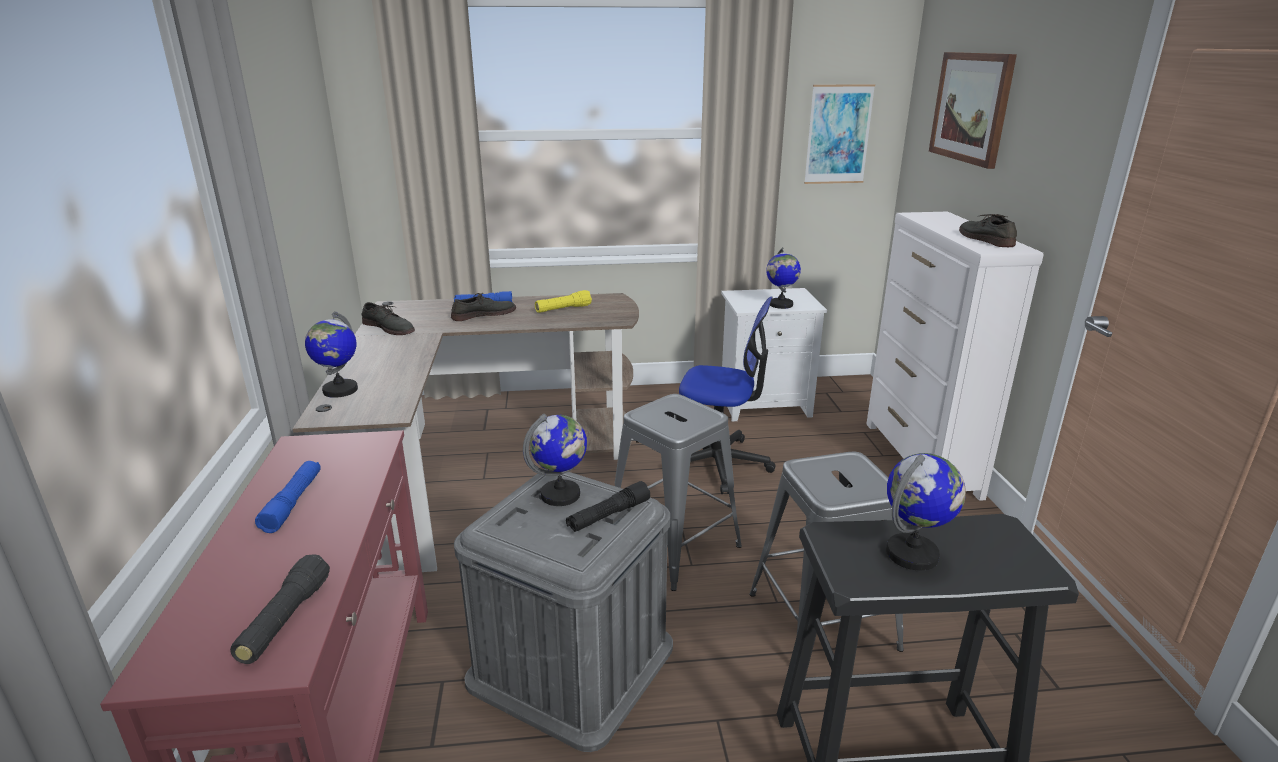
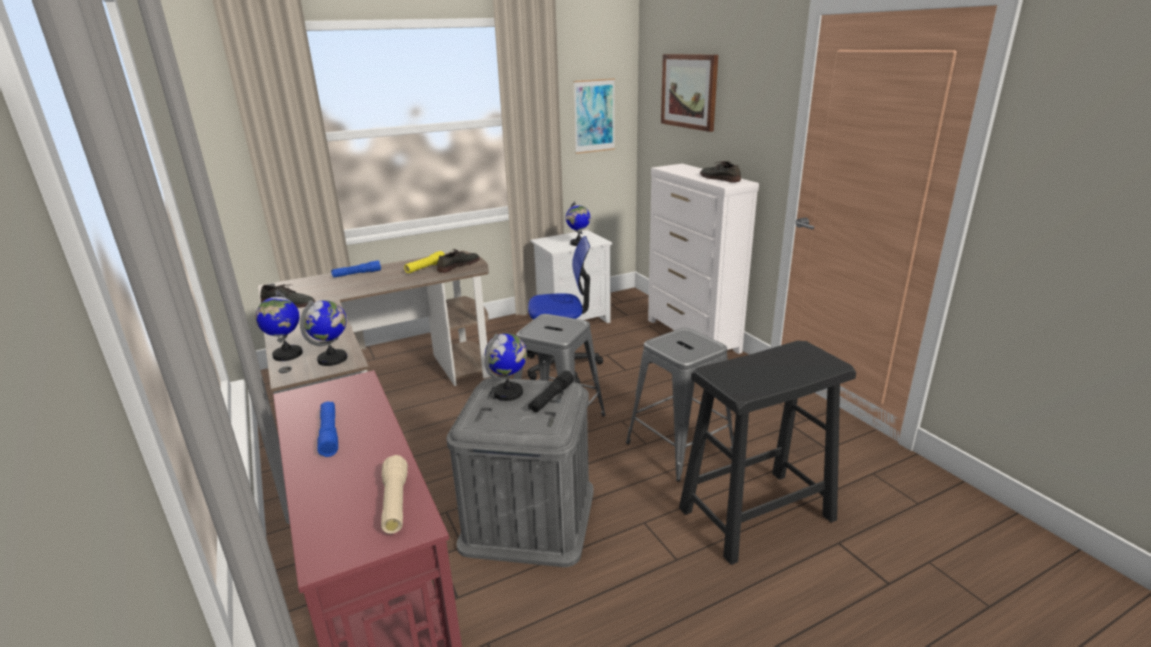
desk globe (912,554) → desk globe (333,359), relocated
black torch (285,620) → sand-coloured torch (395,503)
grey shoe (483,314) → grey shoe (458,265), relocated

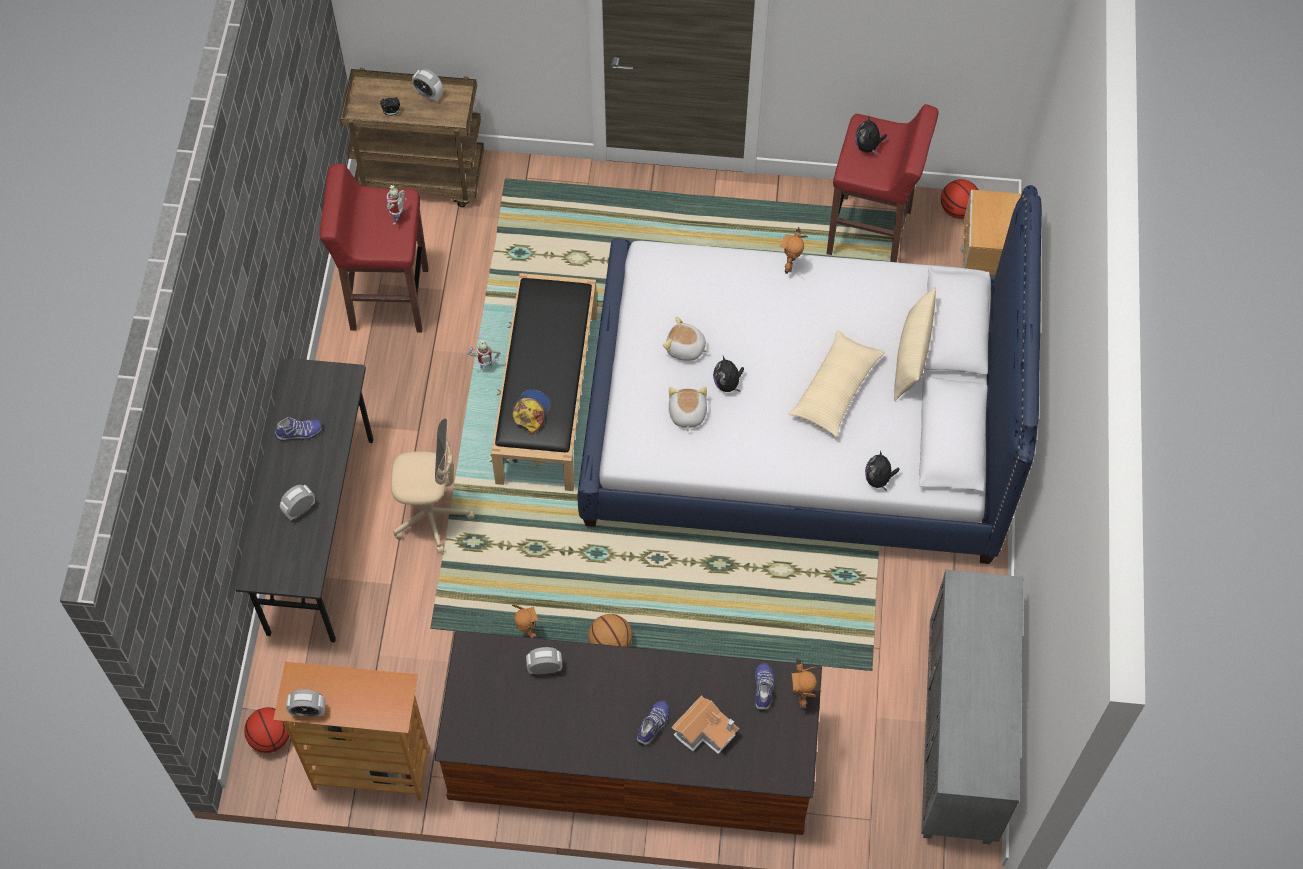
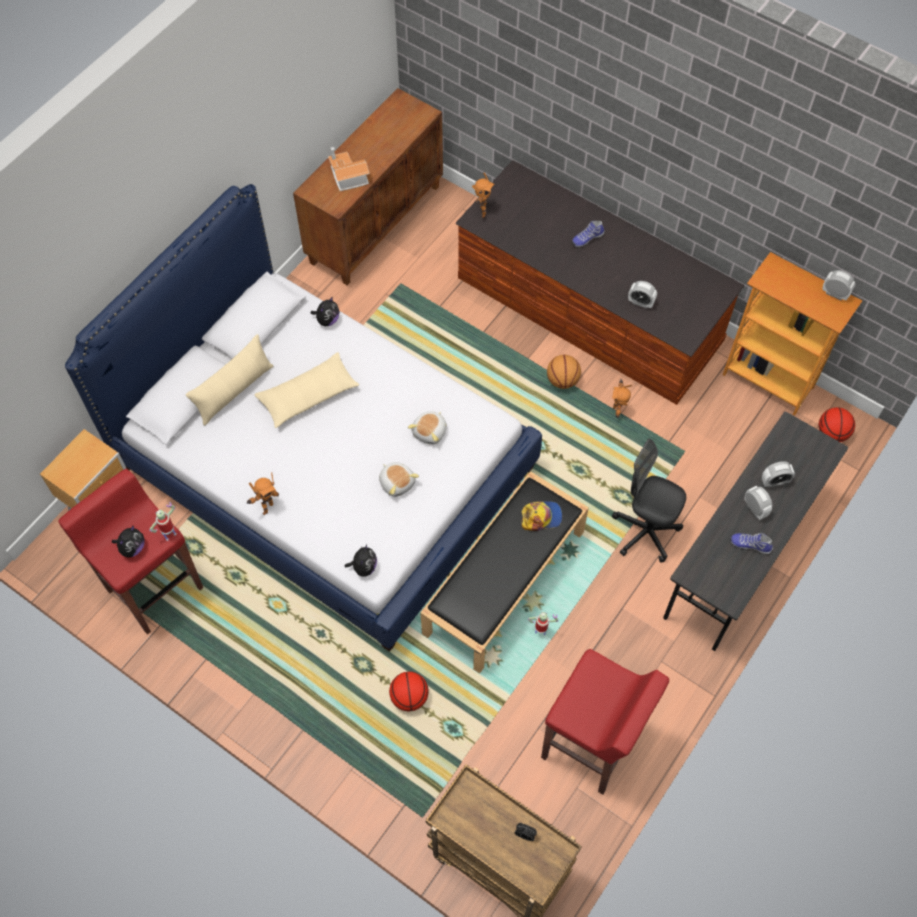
robot figure (398,220) → robot figure (170,535), relocated
grey cabinet (961,738) → brownish cabinet (375,223)
miniature house (706,731) → miniature house (347,177), relocated
plush toy (727,384) → plush toy (363,567), relocated
basketball ball (958,210) → basketball ball (409,697), relocated
cap (531,412) → cap (541,517), 150 degrees counterclockwise
sand-coloured desk chair (431,516) → black desk chair (645,532)
table clock (429,95) → table clock (754,509), relocated
shoe (764,689) → -

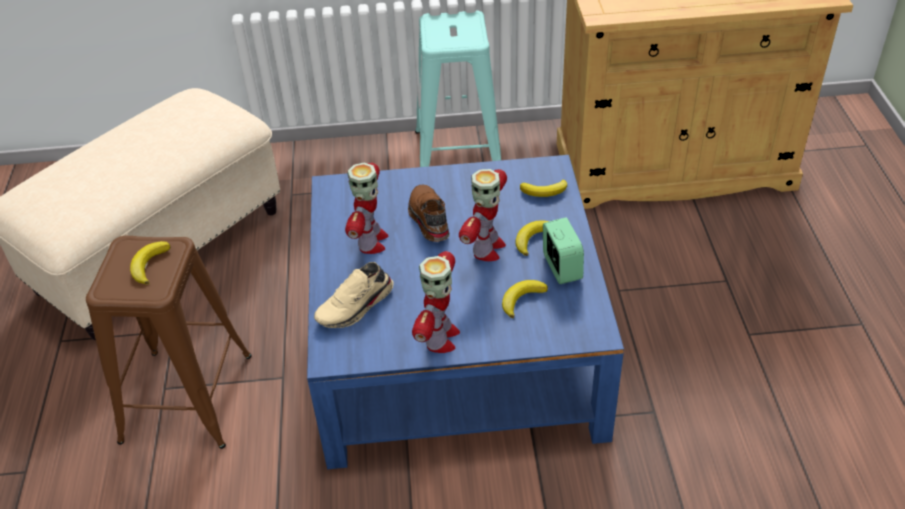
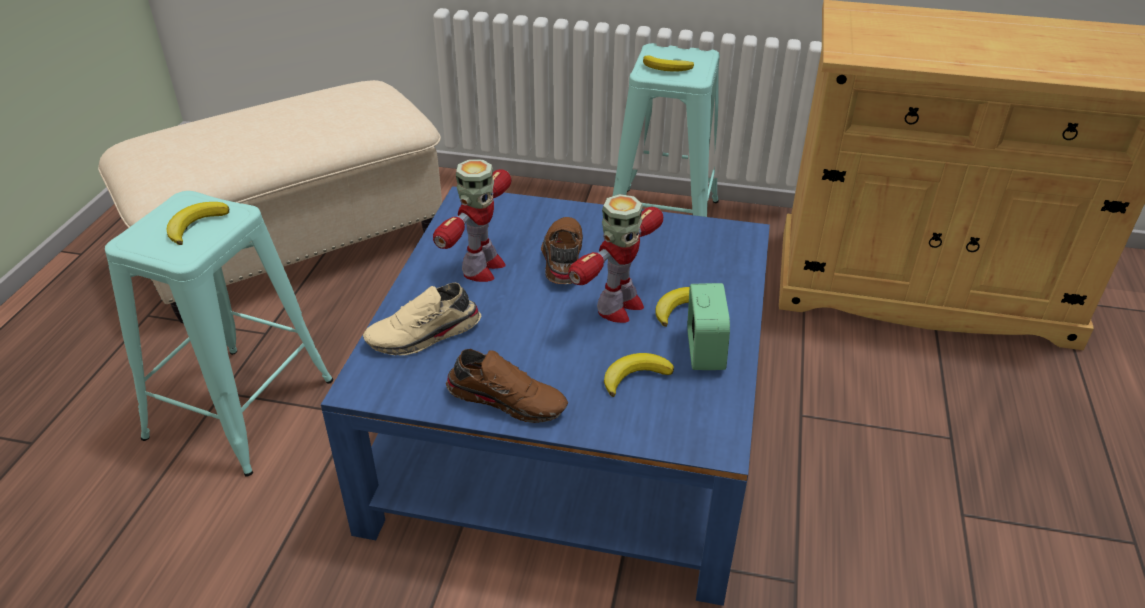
brownish sitting stool (187,397) → blue-green sitting stool (240,408)
robot figure (441,338) → brownish shoe (508,399)
banana fruit (545,191) → banana fruit (668,68), relocated

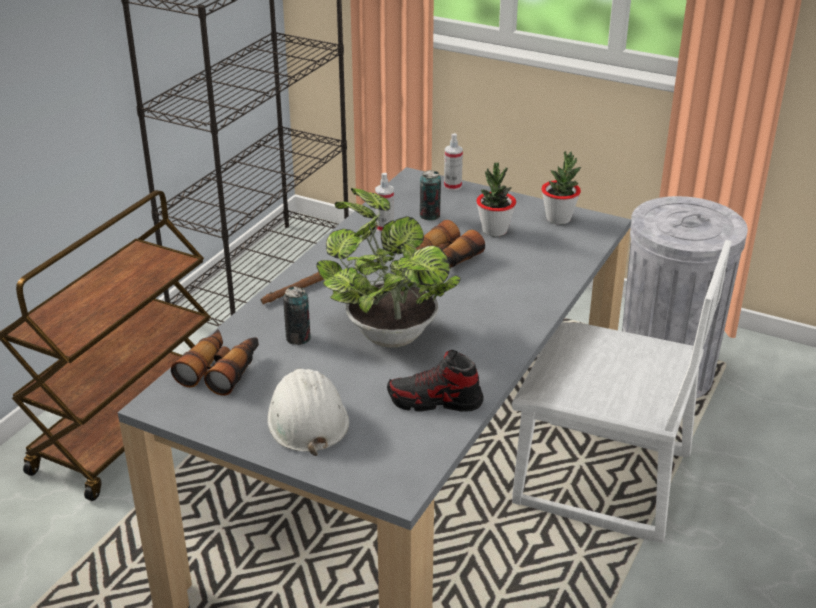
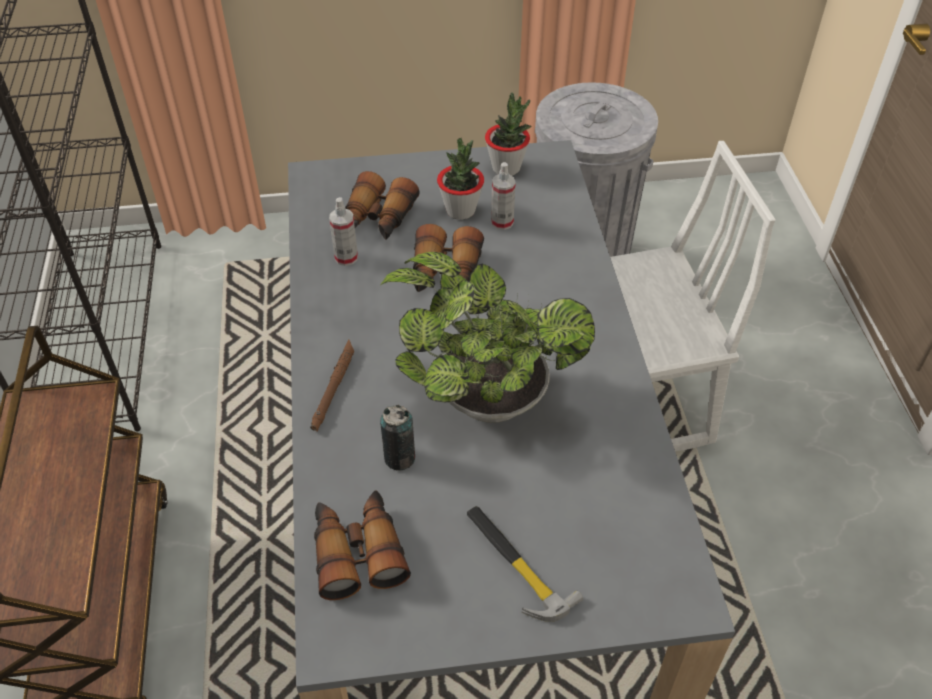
can (429,216) → pair of binoculars (377,219)
white safety helmet (306,419) → hand hammer (514,564)
hand sprayer (452,186) → hand sprayer (502,222), relocated
shoe (435,401) → -

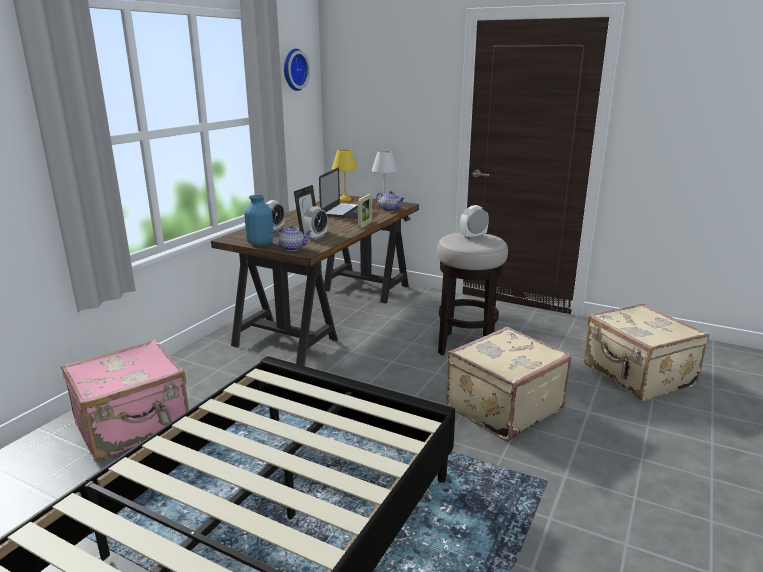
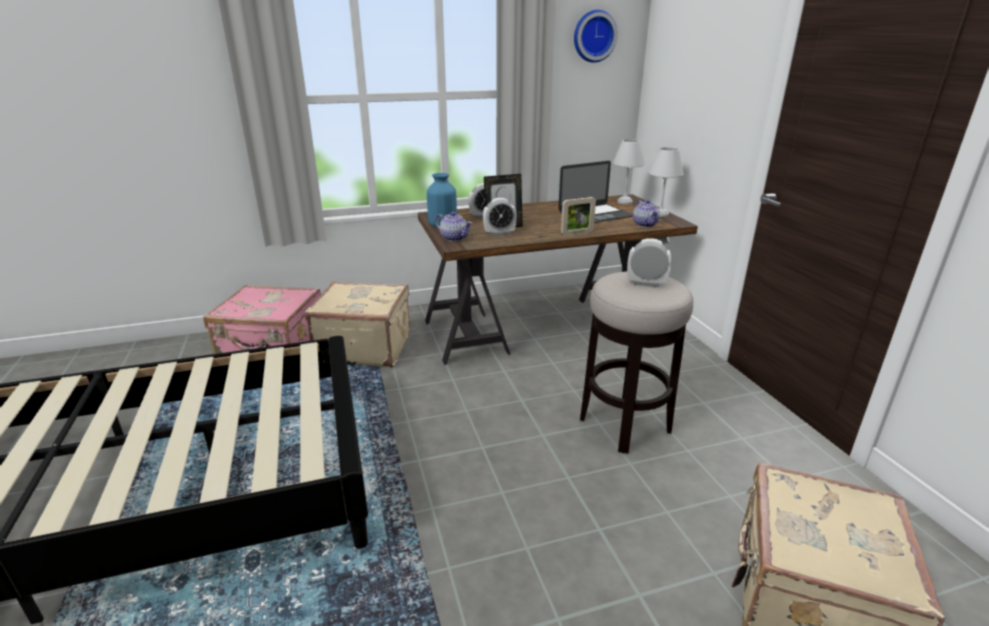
sand-coloured piece of luggage (502,407) → sand-coloured piece of luggage (364,347), relocated
yellow-coloured tabletop lamp (345,199) → white tabletop lamp (625,202)

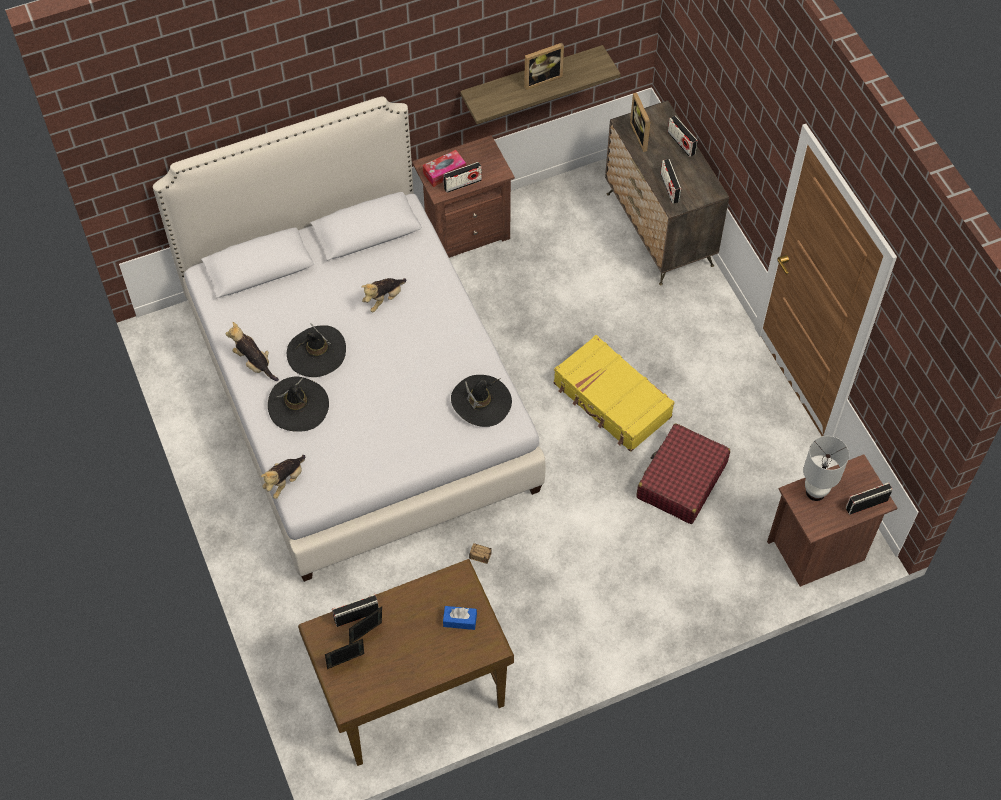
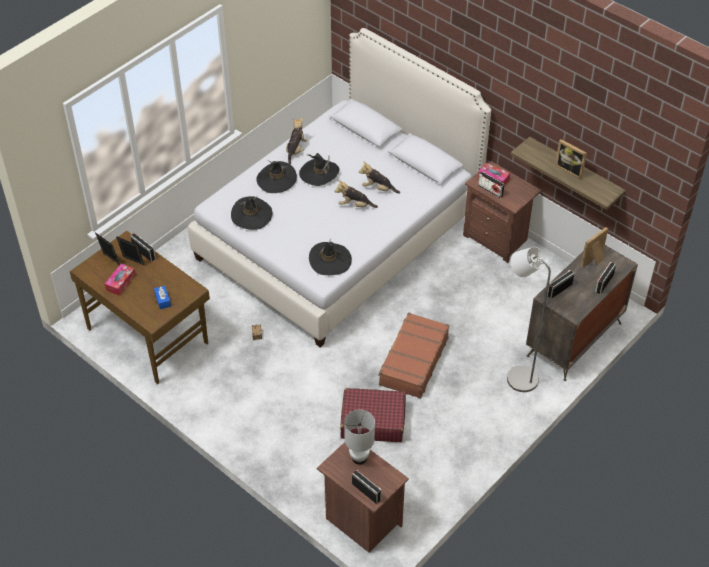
- → box of tissues (120,282)
- → black wearable hat (251,215)
plush toy (285,481) → plush toy (355,205), relocated
yellow-coloured piece of luggage (611,401) → brownish piece of luggage (413,361)
- → grey standard lamp (517,376)

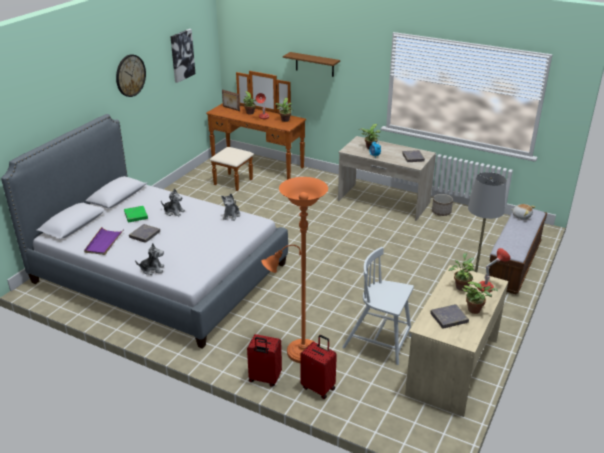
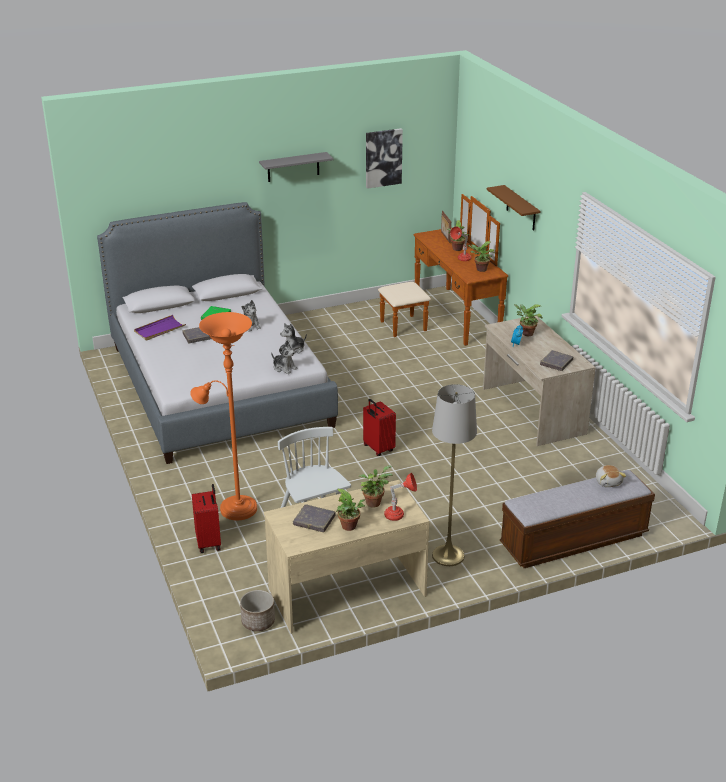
flower pot (441,212) → flower pot (258,622), relocated
clock on the wall (130,75) → grey bracket shelf (293,167)
plush toy (152,269) → plush toy (284,368), relocated
reddish piece of luggage (264,379) → reddish piece of luggage (378,449), relocated

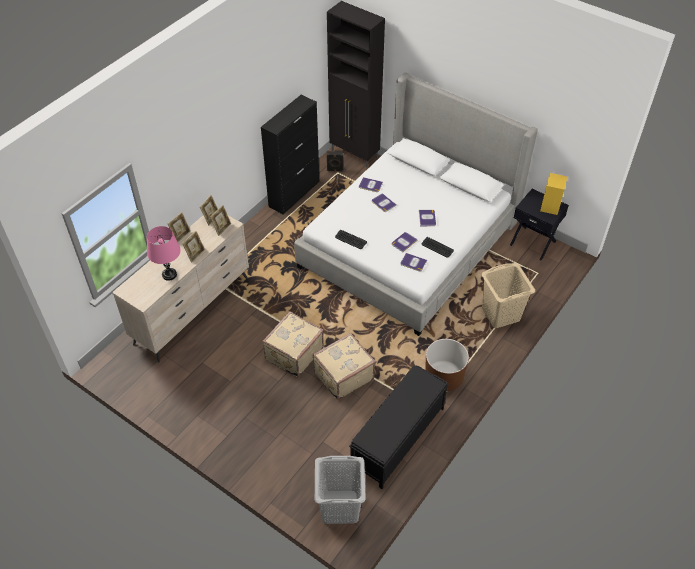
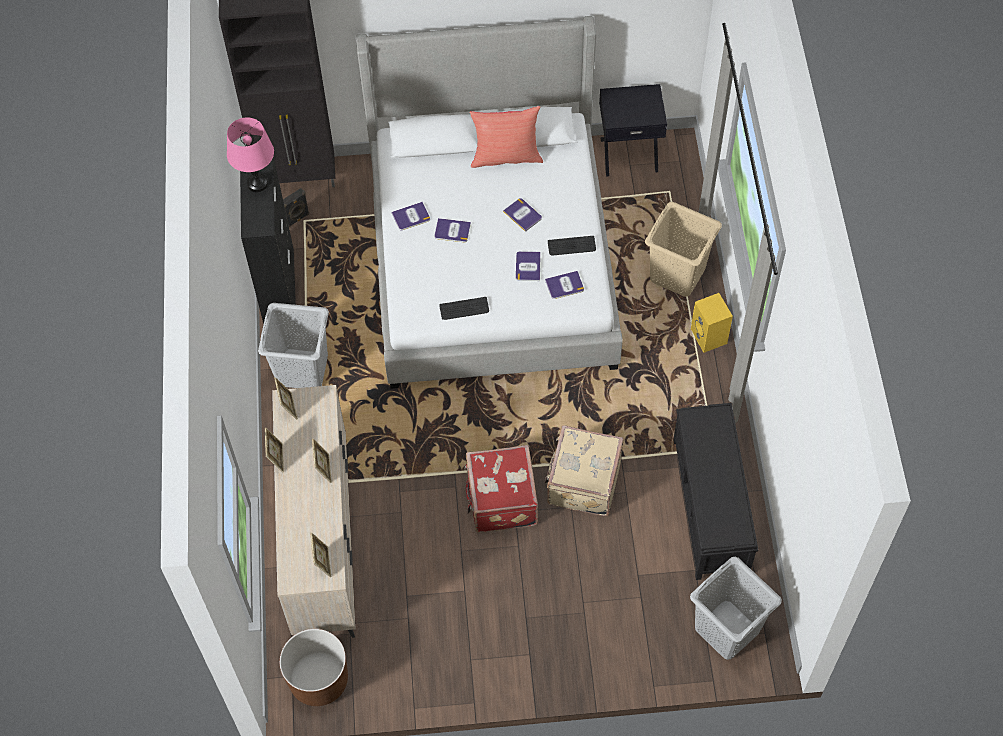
pink-coloured tabletop lamp (169,275) → pink-coloured tabletop lamp (257,183), relocated
- → grey hamper (302,369)
brownish flower pot (444,377) → brownish flower pot (319,680), relocated
picture frame (222,228) → picture frame (323,562), relocated
sand-coloured piece of luggage (293,354) → reddish piece of luggage (500,500)
- → reddish throw pillow (506,156)
yellow-coloured audio speaker (550,207) → yellow-coloured audio speaker (709,337), relocated

